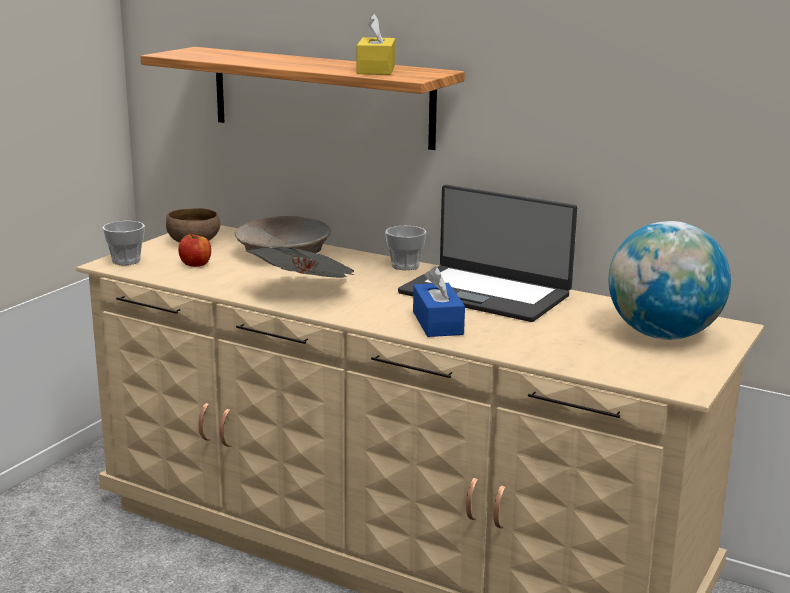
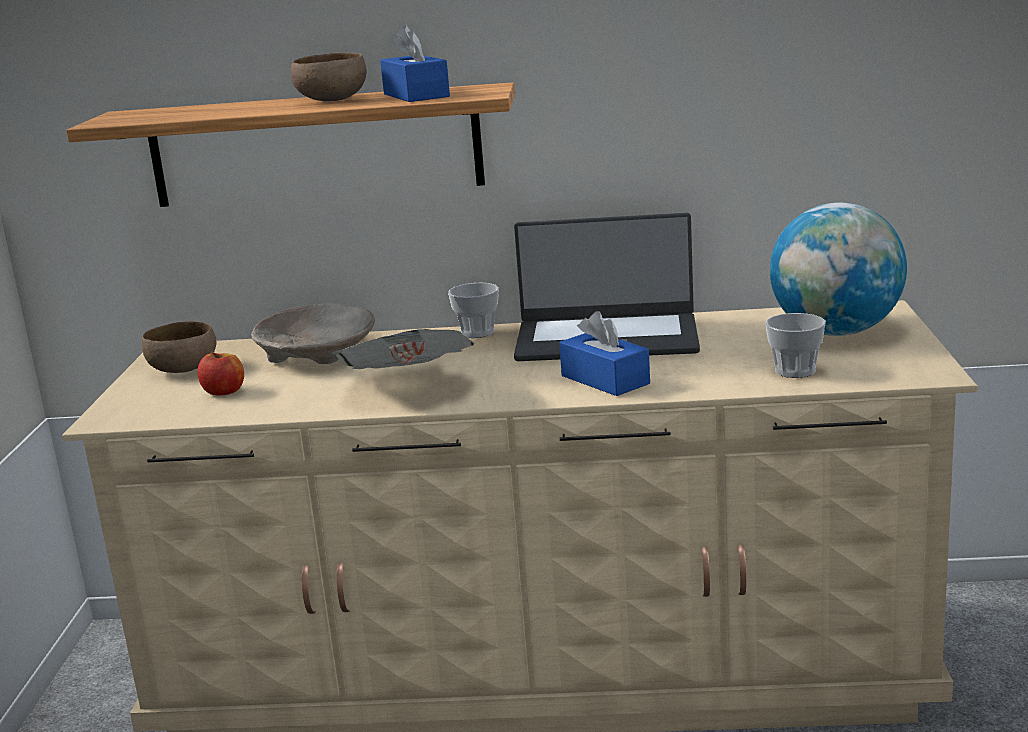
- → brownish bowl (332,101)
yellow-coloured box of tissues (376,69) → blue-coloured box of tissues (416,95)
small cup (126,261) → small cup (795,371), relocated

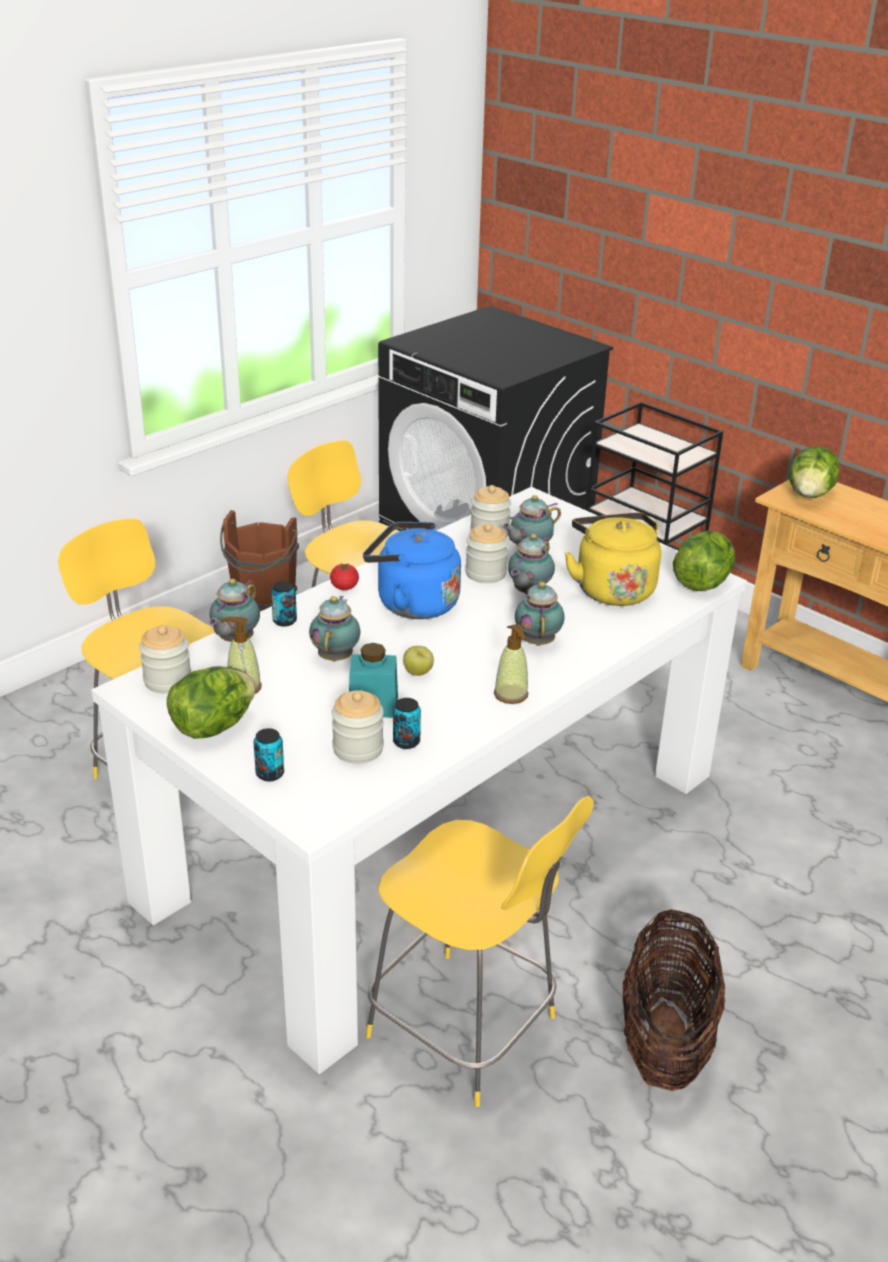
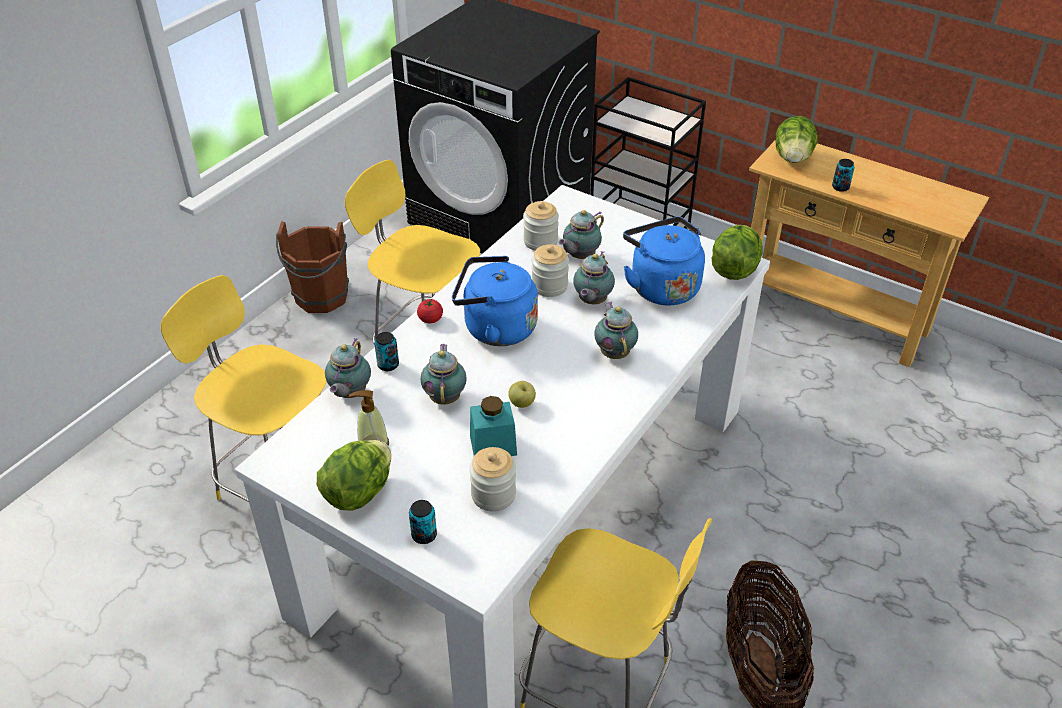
yellow-coloured water kettle (612,588) → blue-coloured water kettle (661,286)
can (406,742) → can (840,187), relocated
preserve jar (167,680) → -
liquid soap bottle (511,695) → -

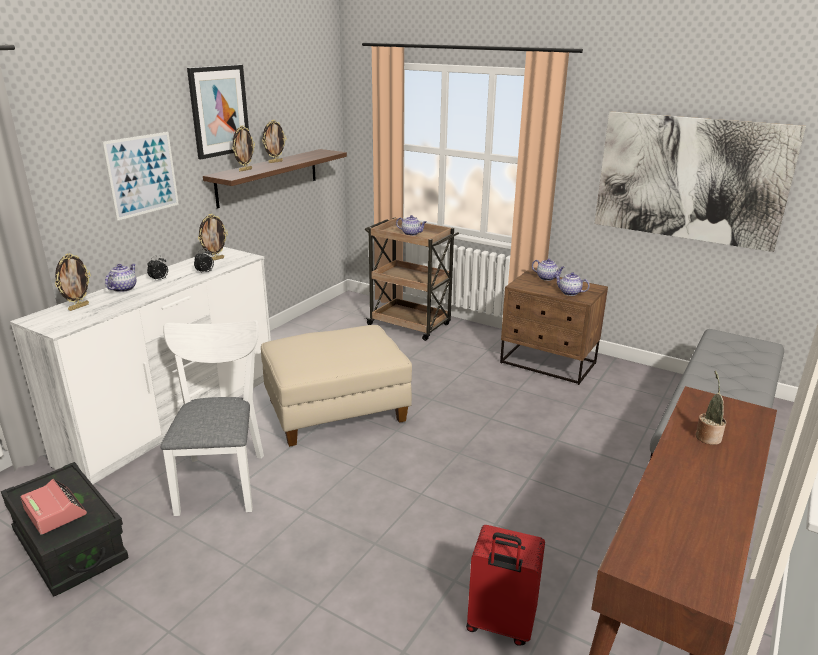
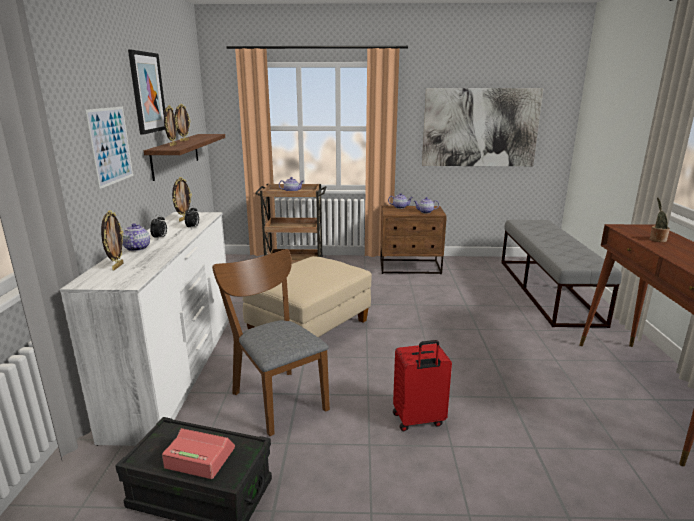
white chair (222,478) → brownish chair (276,397)
reddish piece of luggage (500,625) → reddish piece of luggage (418,420), relocated

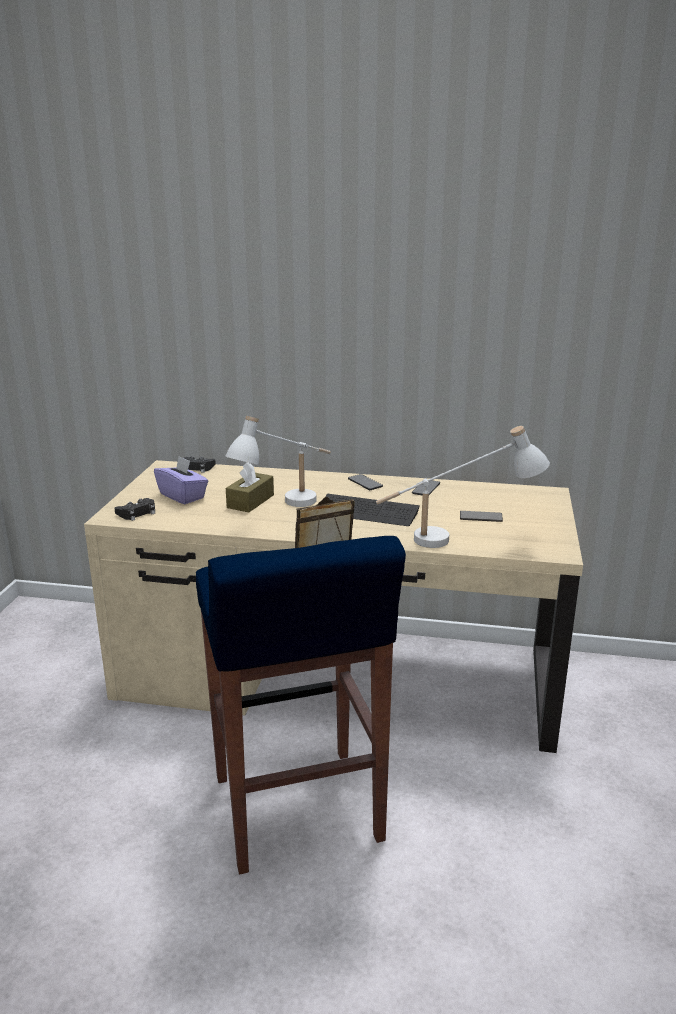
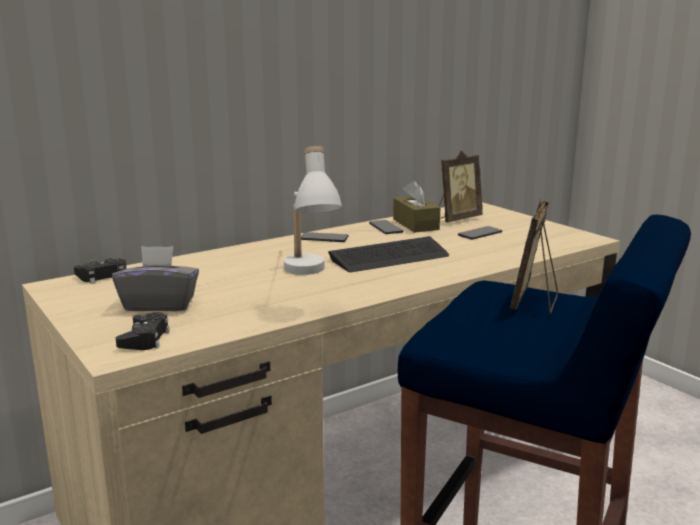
purple box of tissues (182,496) → grey box of tissues (159,304)
brownish box of tissues (250,501) → brownish box of tissues (415,224), relocated
- → picture frame (456,219)
white tabletop lamp (457,540) → -

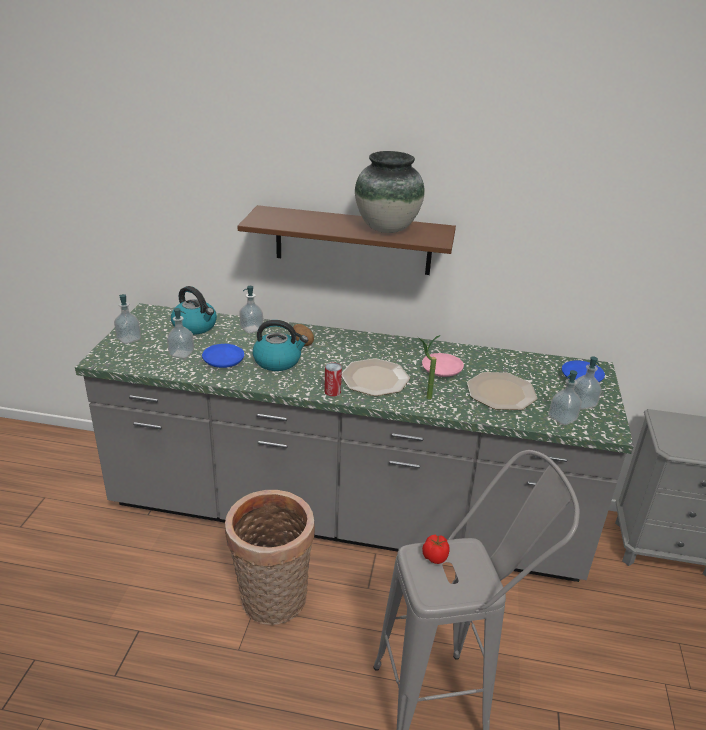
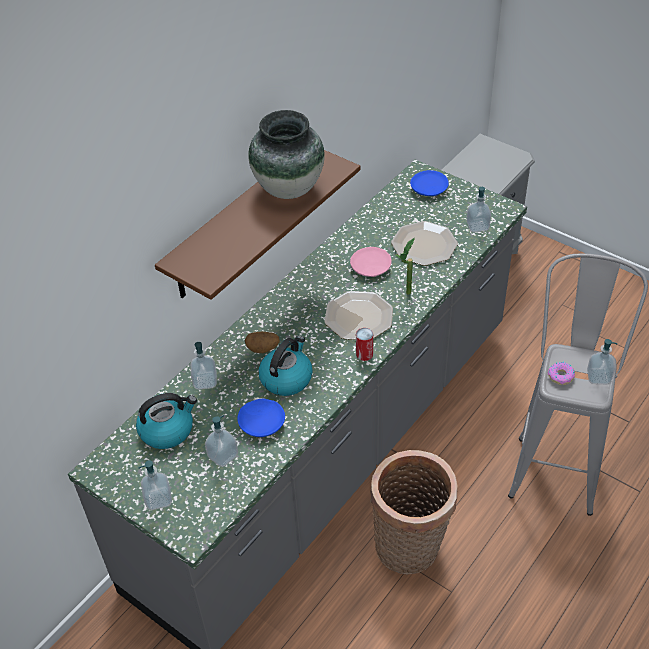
fresh tomato (435,556) → ring doughnut (561,376)
liquid soap bottle (582,403) → liquid soap bottle (598,377), relocated

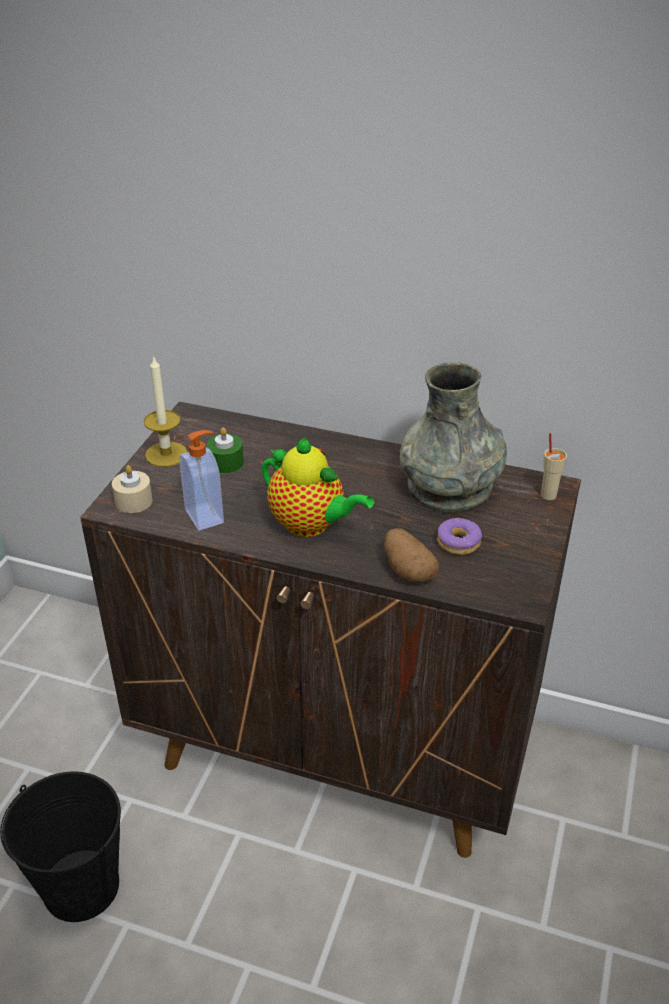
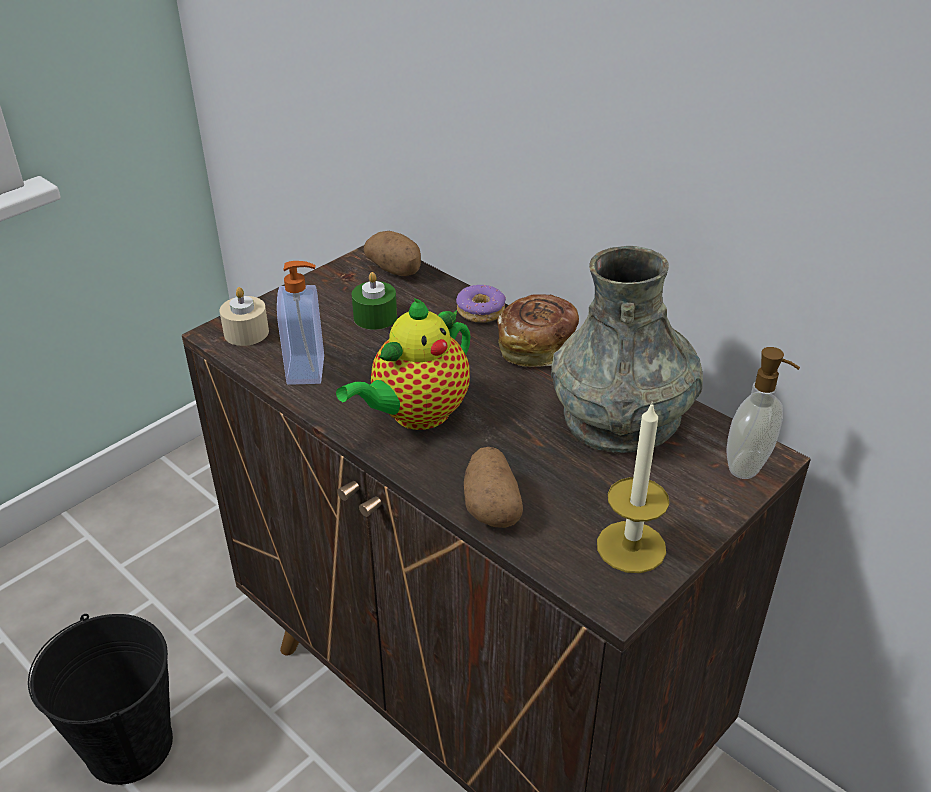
tea pot (310,525) → tea pot (416,415), 75 degrees clockwise
- → whole potato (396,270)
ring doughnut (459,542) → ring doughnut (481,311), relocated
- → bread (536,347)
wax candle (166,454) → wax candle (631,547), relocated
sand-coloured small cup (548,494) → liquid soap bottle (749,466)

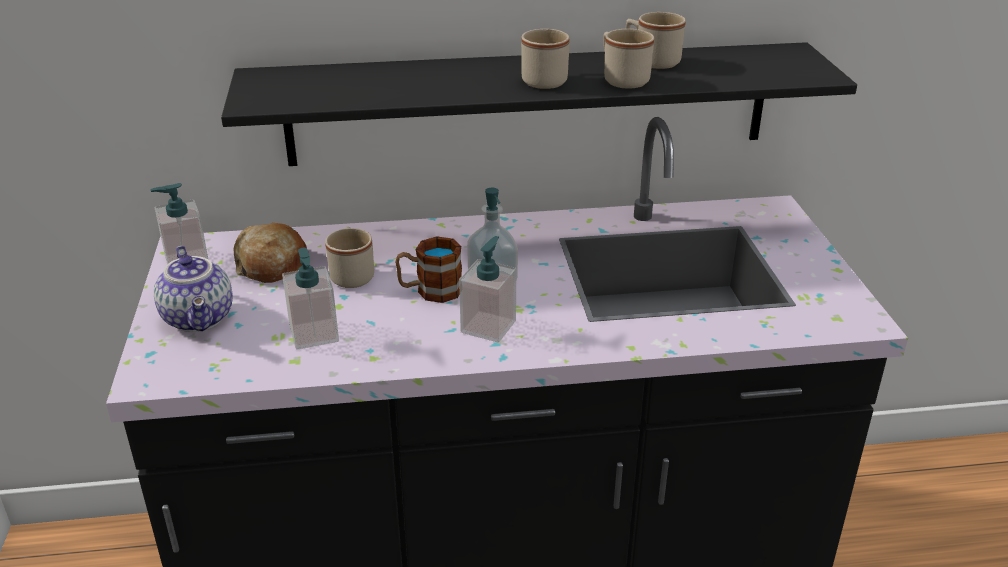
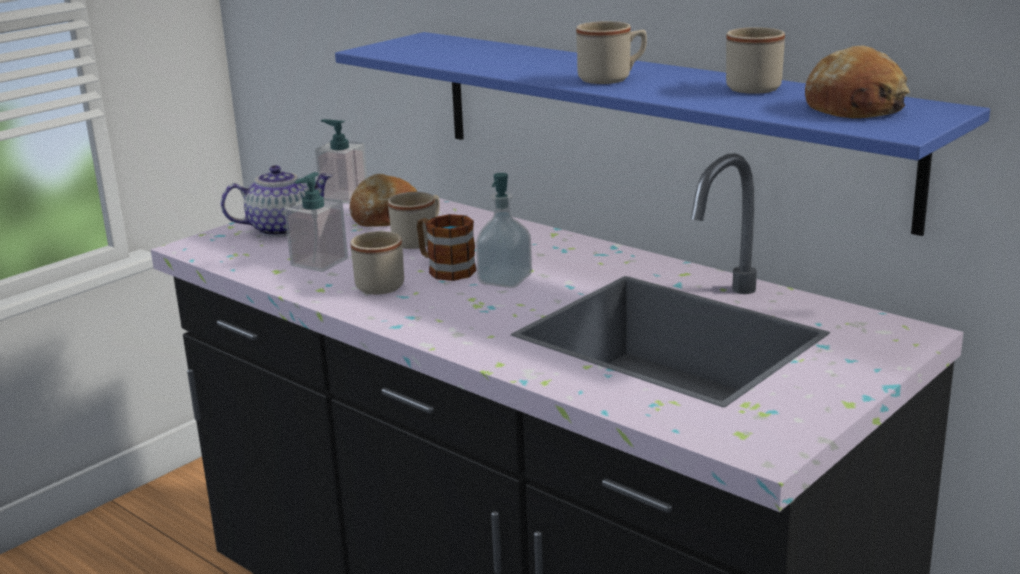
tea pot (200,318) → tea pot (282,229), 135 degrees counterclockwise
black bracket shelf (529,104) → blue-coloured bracket shelf (657,122)
sand-coloured mug (622,79) → sand-coloured mug (383,283), relocated
- → bread (856,107)
liquid soap bottle (488,326) → -

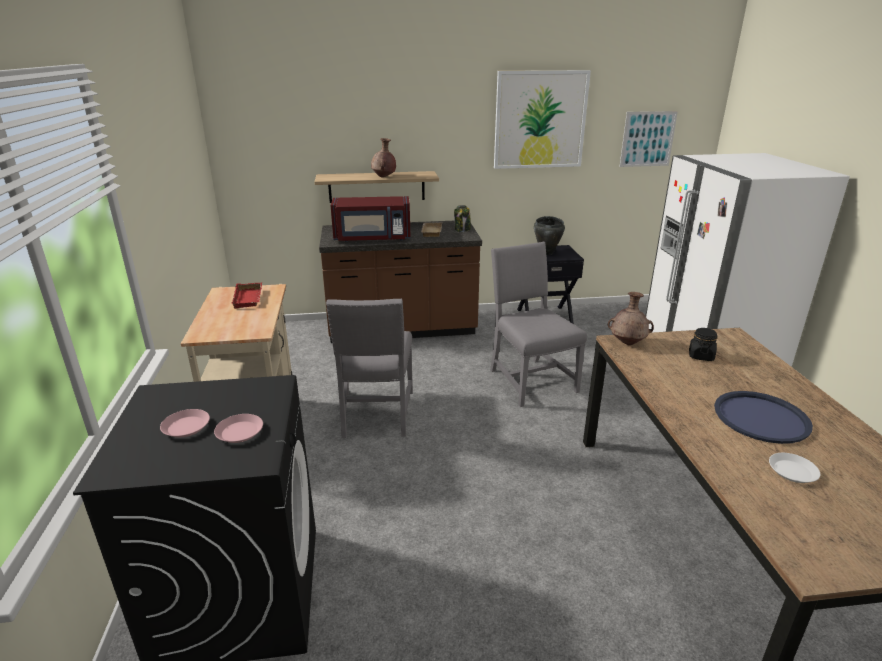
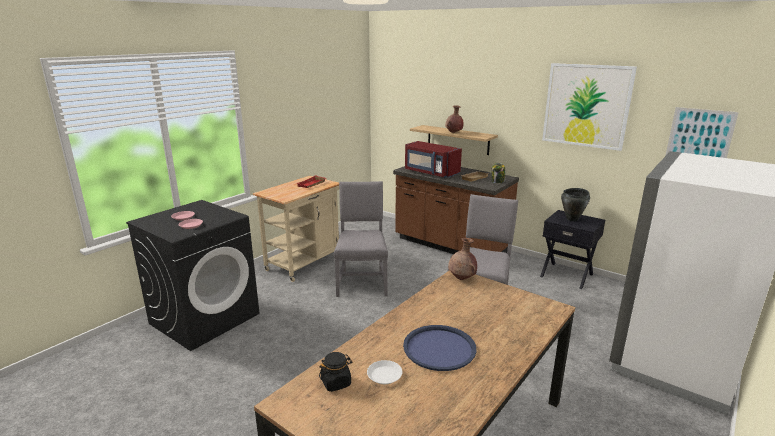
black preserve jar (701,356) → black preserve jar (336,382), relocated
grey chair (376,415) → grey chair (362,281), 135 degrees clockwise

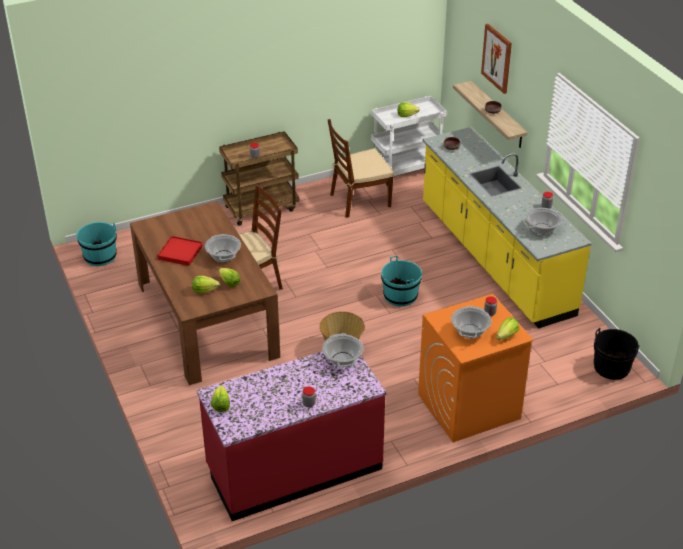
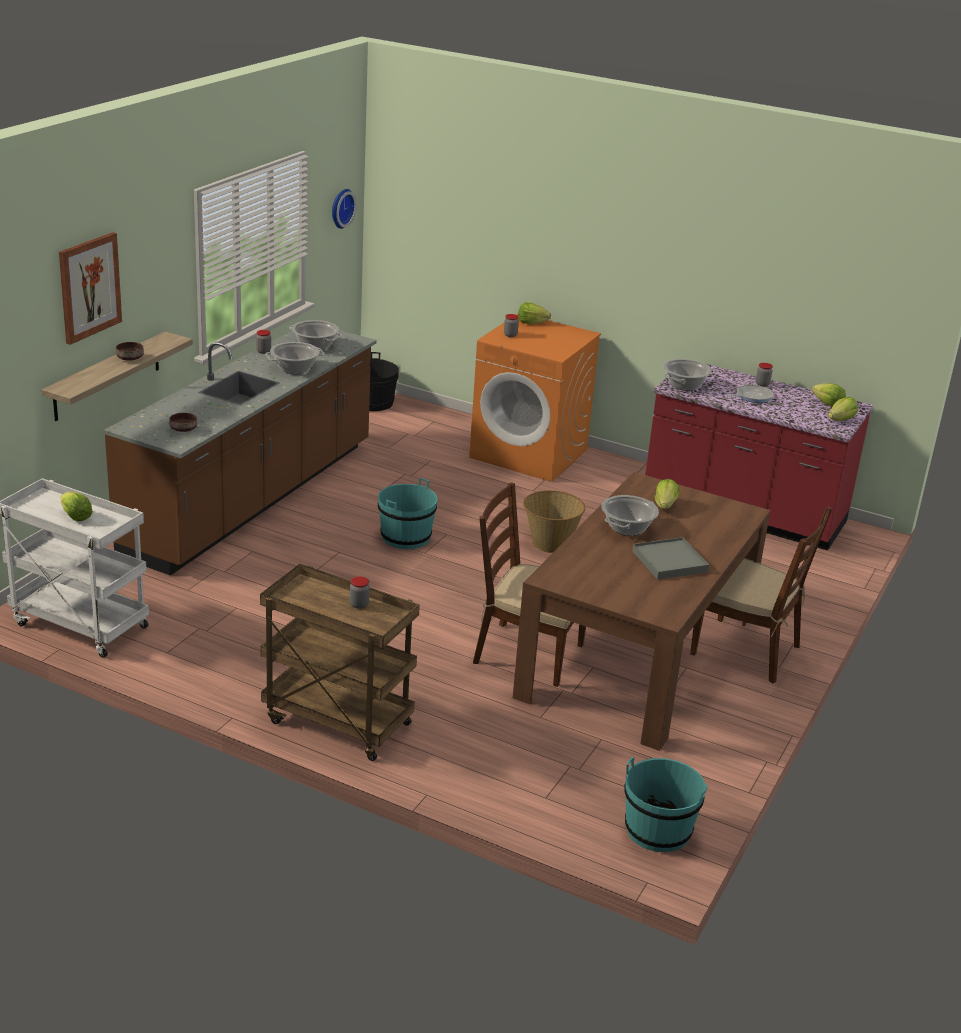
yellow-coloured kitchen base unit (494,259) → brownish kitchen base unit (252,499)
stockpot (470,331) → stockpot (295,369), relocated
- → clock on the wall (340,208)
reddish serving tray (180,252) → grey serving tray (669,561)
brownish chair (359,201) → brownish chair (746,650), relocated
- → frying pan (752,396)
head of lettuce (204,290) → head of lettuce (827,404), relocated

